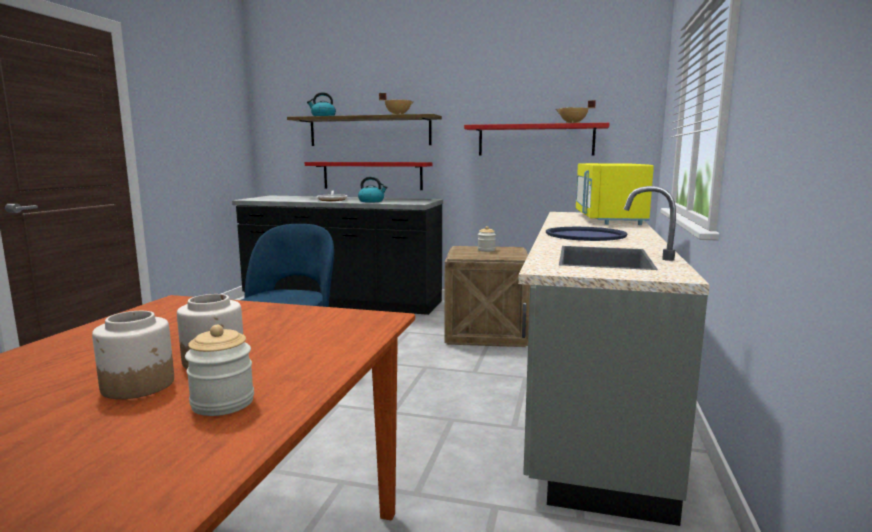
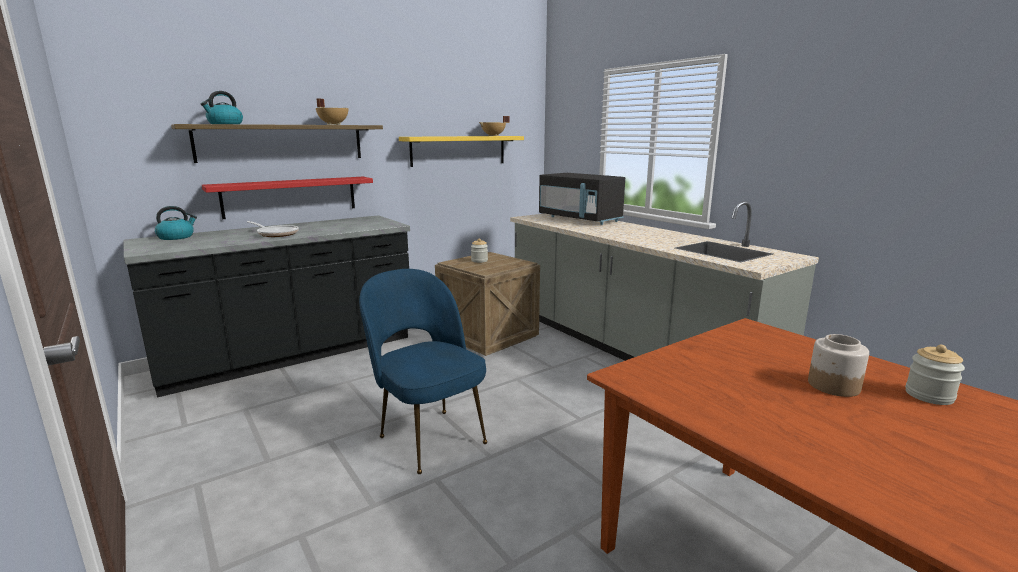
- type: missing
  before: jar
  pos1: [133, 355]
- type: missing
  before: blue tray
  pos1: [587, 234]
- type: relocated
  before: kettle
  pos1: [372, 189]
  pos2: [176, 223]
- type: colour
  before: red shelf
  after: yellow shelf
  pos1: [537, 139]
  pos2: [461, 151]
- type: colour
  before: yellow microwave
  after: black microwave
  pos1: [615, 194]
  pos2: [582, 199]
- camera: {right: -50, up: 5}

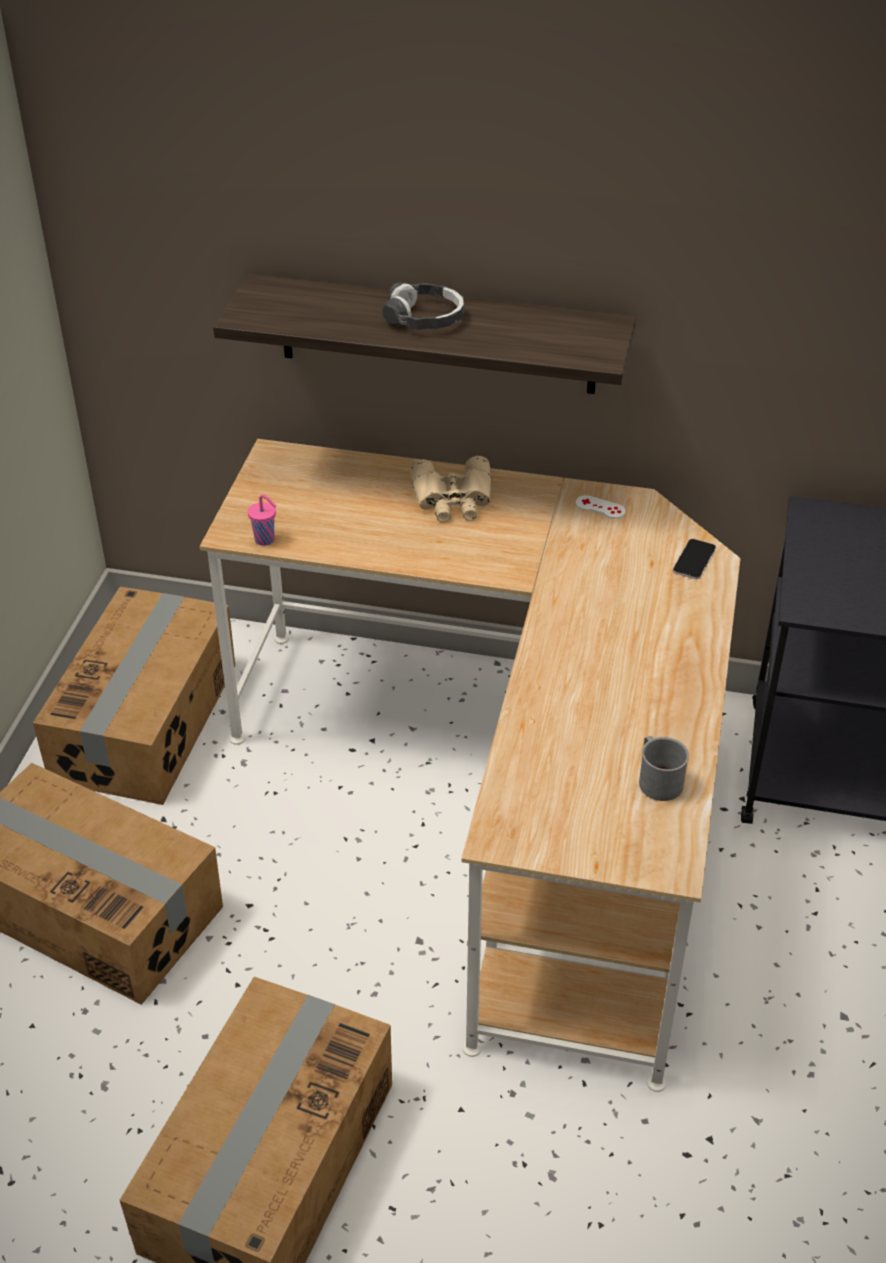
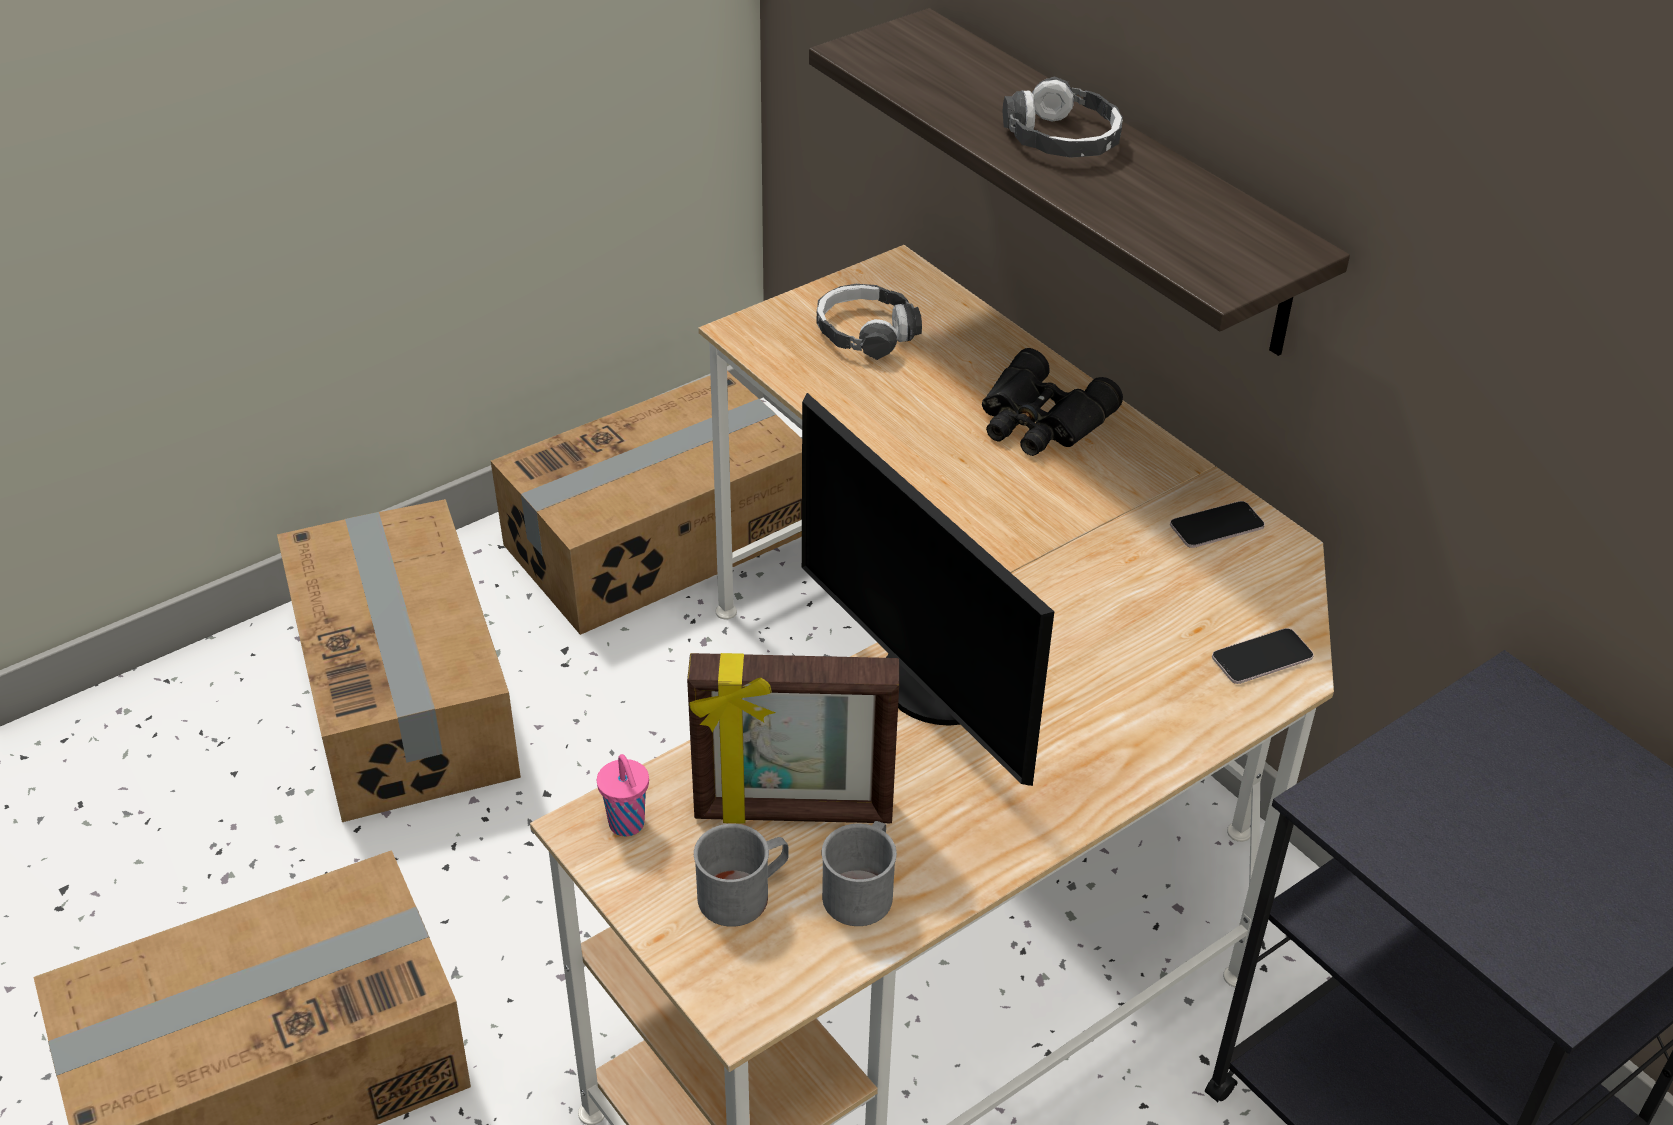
- type: appeared
  after: picture frame
  pos2: [793, 738]
- type: appeared
  after: grey mug
  pos2: [741, 875]
- type: appeared
  after: monitor
  pos2: [928, 589]
- type: appeared
  after: headphones
  pos2: [869, 322]
- type: relocated
  before: pink cup
  pos1: [262, 520]
  pos2: [623, 795]
- type: exchanged
  before: white game controller
  after: phone
  pos1: [600, 507]
  pos2: [1217, 524]
- type: colour
  before: beige binoculars
  after: black binoculars
  pos1: [450, 489]
  pos2: [1052, 402]
- camera: {right: 40, up: 0}

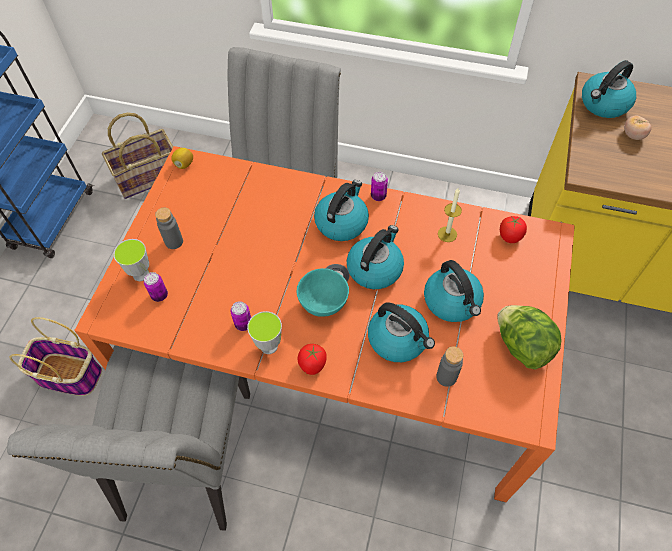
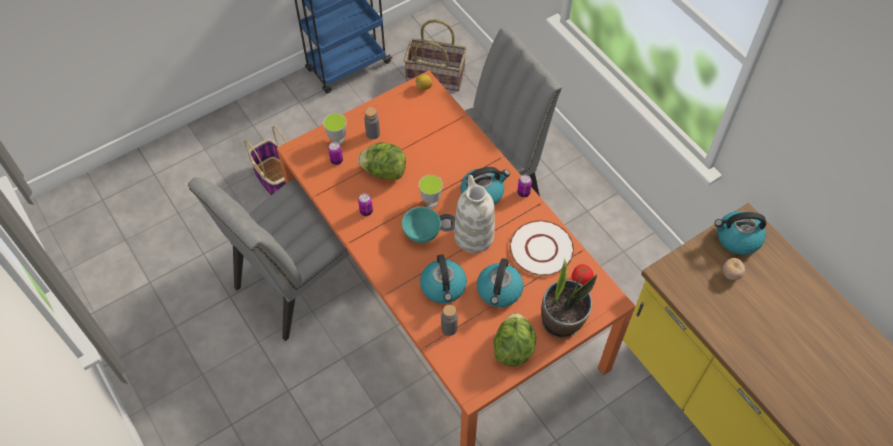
- type: missing
  before: tomato
  pos1: [312, 359]
- type: appeared
  after: lettuce
  pos2: [382, 161]
- type: appeared
  after: potted plant
  pos2: [569, 298]
- type: relocated
  before: cup
  pos1: [264, 332]
  pos2: [431, 191]
- type: exchanged
  before: kettle
  after: white vase
  pos1: [375, 257]
  pos2: [474, 214]
- type: exchanged
  before: candle
  after: white plate
  pos1: [450, 214]
  pos2: [541, 248]
- camera: {right: 40, up: 0}

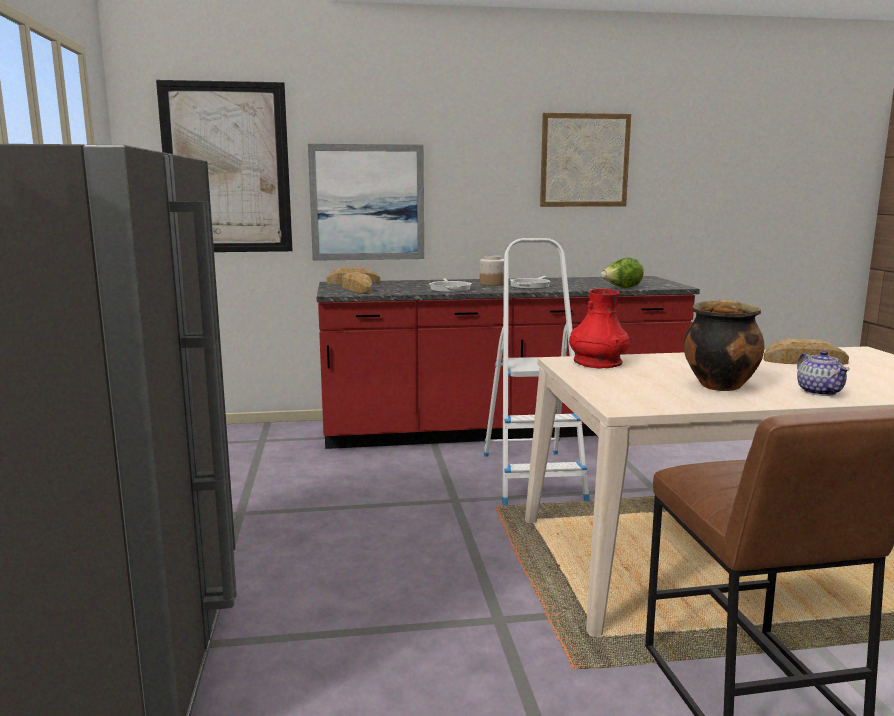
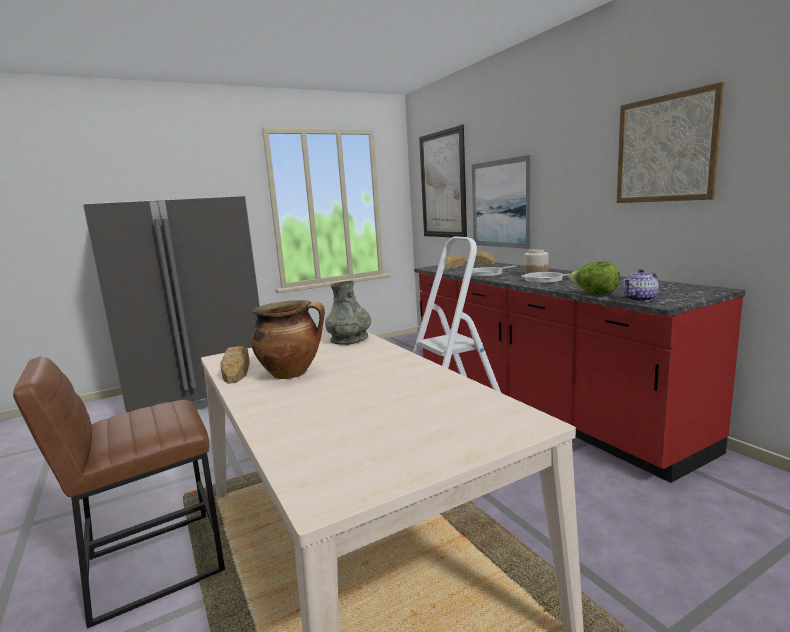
- type: relocated
  before: bread
  pos1: [806, 352]
  pos2: [235, 365]
- type: relocated
  before: teapot
  pos1: [823, 373]
  pos2: [641, 285]
- type: colour
  before: red vase
  after: grey vase
  pos1: [599, 328]
  pos2: [348, 313]
- camera: {right: 70, up: 0}

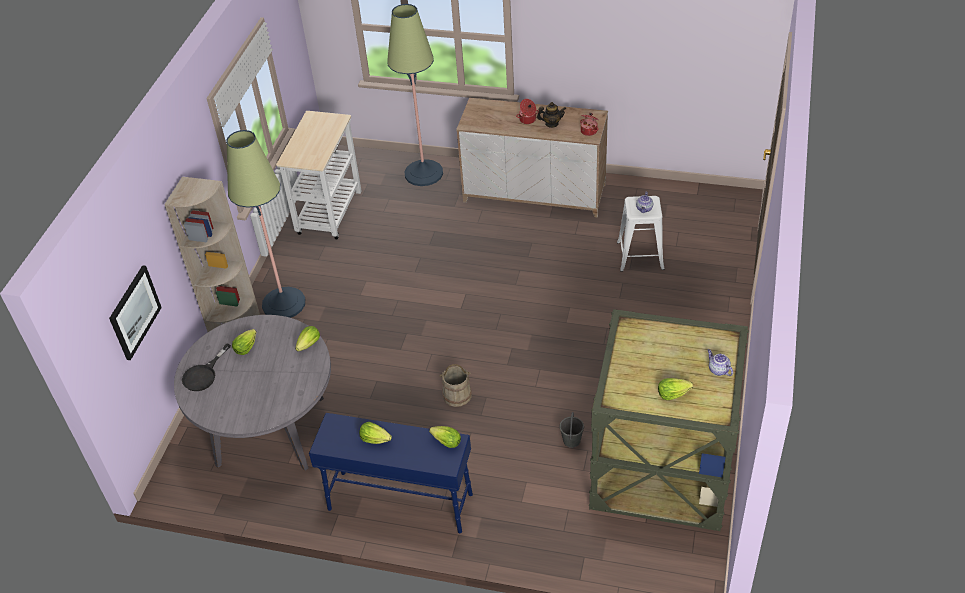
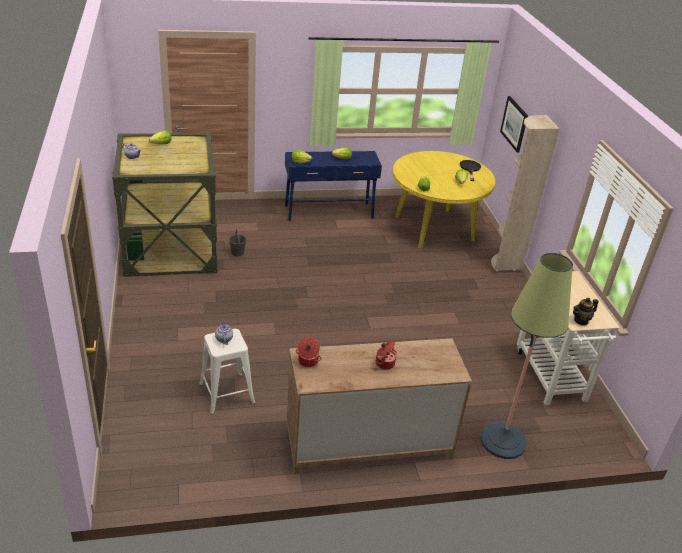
- type: missing
  before: floor lamp
  pos1: [265, 224]
- type: missing
  before: beige bucket
  pos1: [455, 385]
- type: relocated
  before: teapot
  pos1: [551, 115]
  pos2: [585, 311]
- type: colour
  before: grey dining table
  after: yellow dining table
  pos1: [252, 393]
  pos2: [443, 200]
- camera: {right: 150, up: -10}

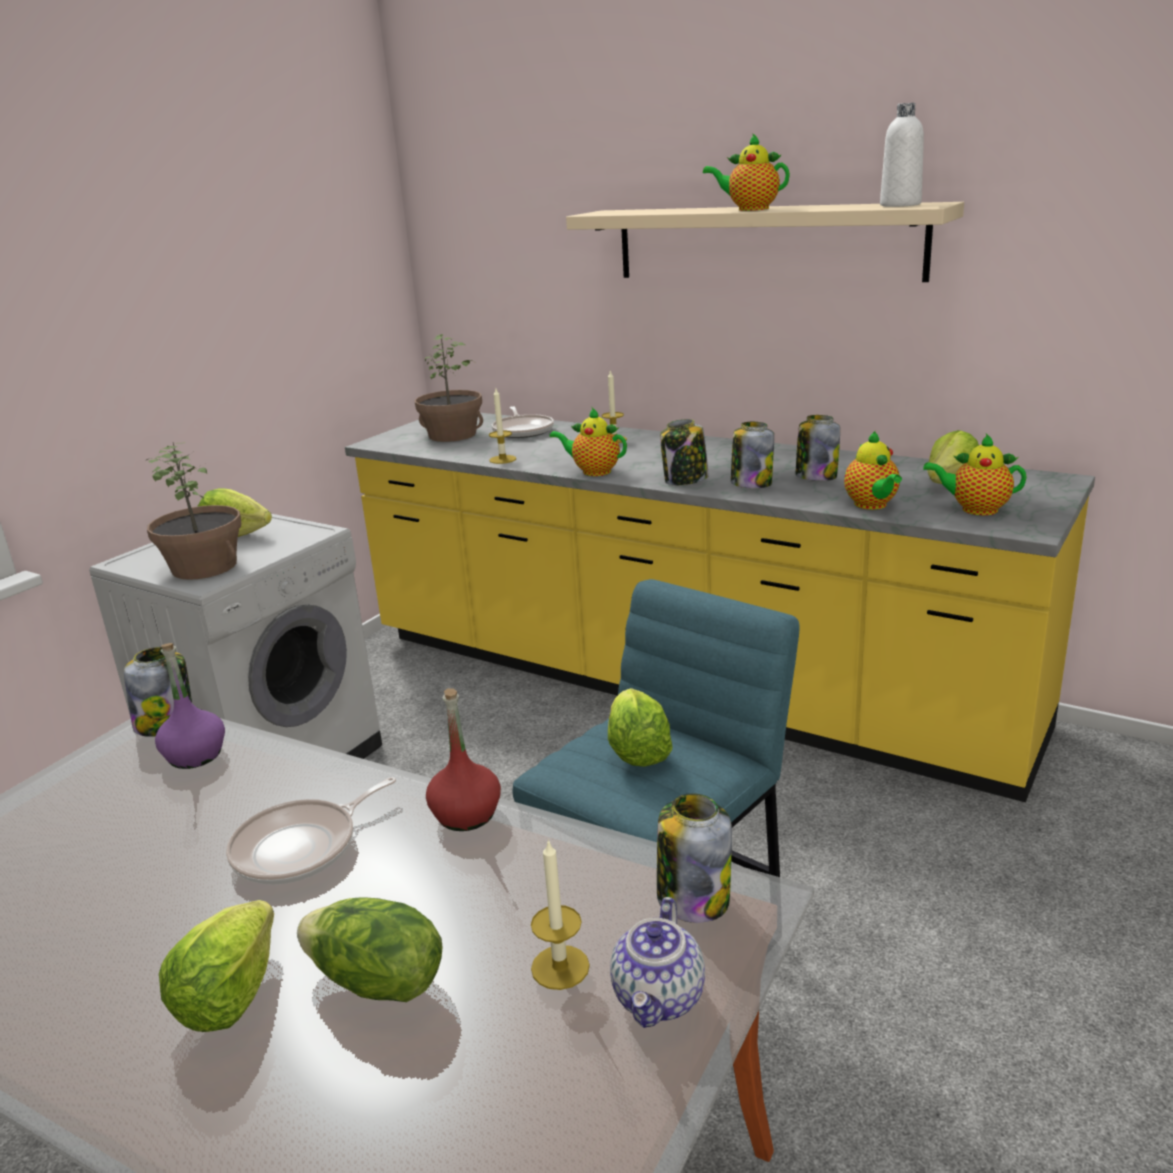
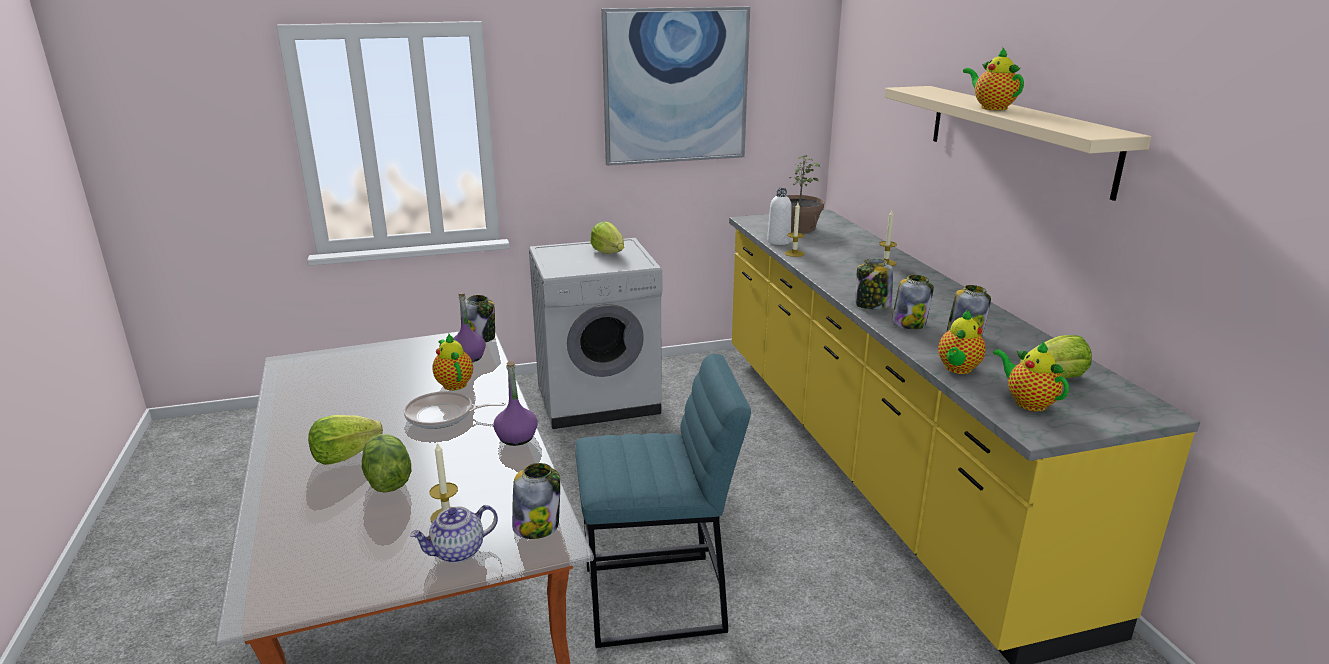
- type: missing
  before: potted plant
  pos1: [193, 511]
- type: missing
  before: frying pan
  pos1: [522, 422]
- type: missing
  before: lettuce
  pos1: [640, 727]
- type: appeared
  after: picture
  pos2: [675, 86]
- type: relocated
  before: teapot
  pos1: [588, 442]
  pos2: [452, 362]
- type: relocated
  before: white bottle
  pos1: [902, 155]
  pos2: [779, 216]
- type: colour
  before: red bottle
  after: purple bottle
  pos1: [463, 759]
  pos2: [515, 403]
- camera: {right: 40, up: 0}

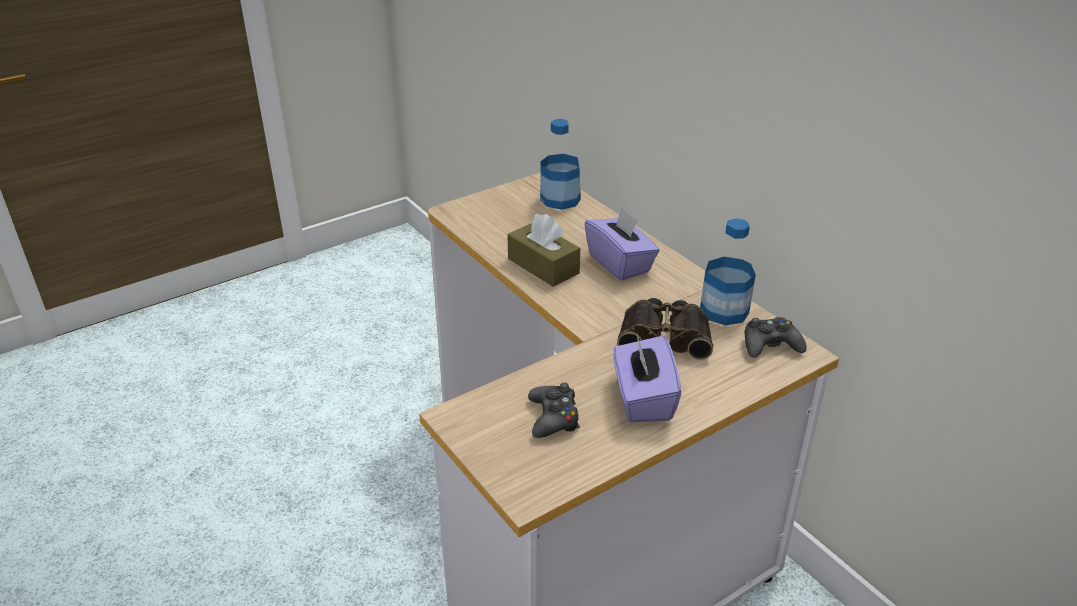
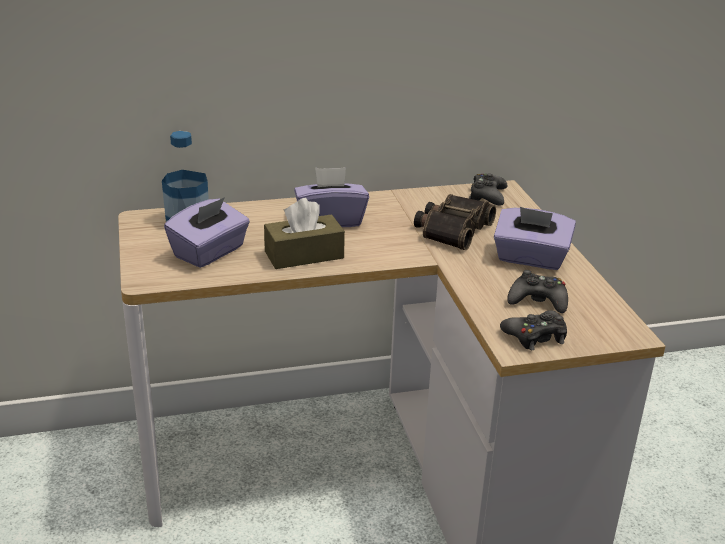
- type: missing
  before: bottle
  pos1: [728, 271]
- type: appeared
  after: purple tissue box
  pos2: [207, 232]
- type: appeared
  after: black game controller
  pos2: [533, 330]
- camera: {right: -70, up: -5}

